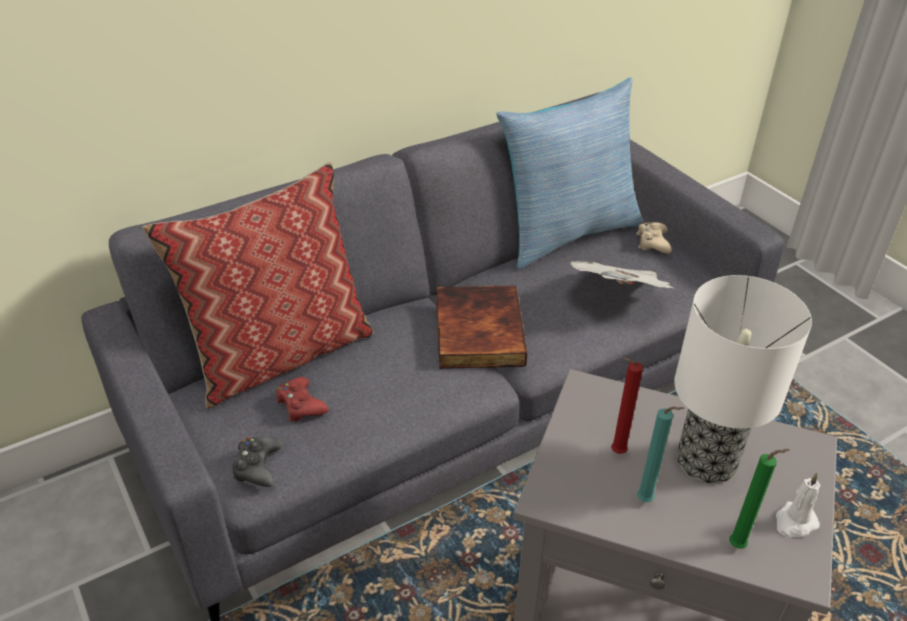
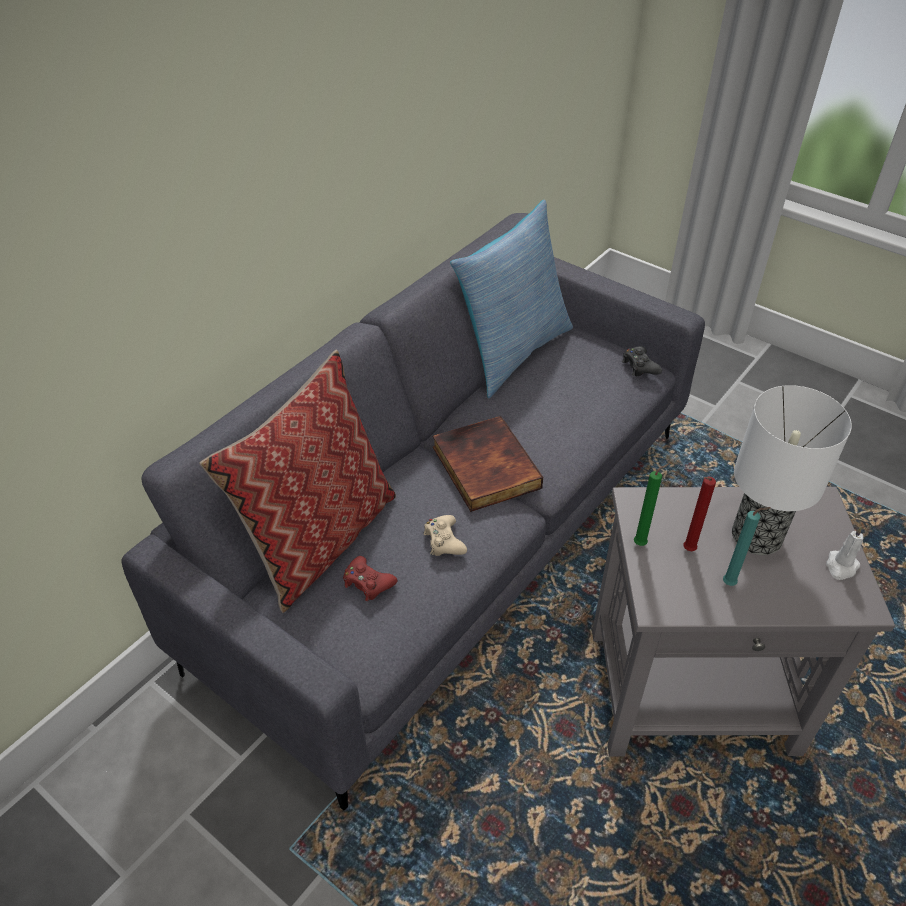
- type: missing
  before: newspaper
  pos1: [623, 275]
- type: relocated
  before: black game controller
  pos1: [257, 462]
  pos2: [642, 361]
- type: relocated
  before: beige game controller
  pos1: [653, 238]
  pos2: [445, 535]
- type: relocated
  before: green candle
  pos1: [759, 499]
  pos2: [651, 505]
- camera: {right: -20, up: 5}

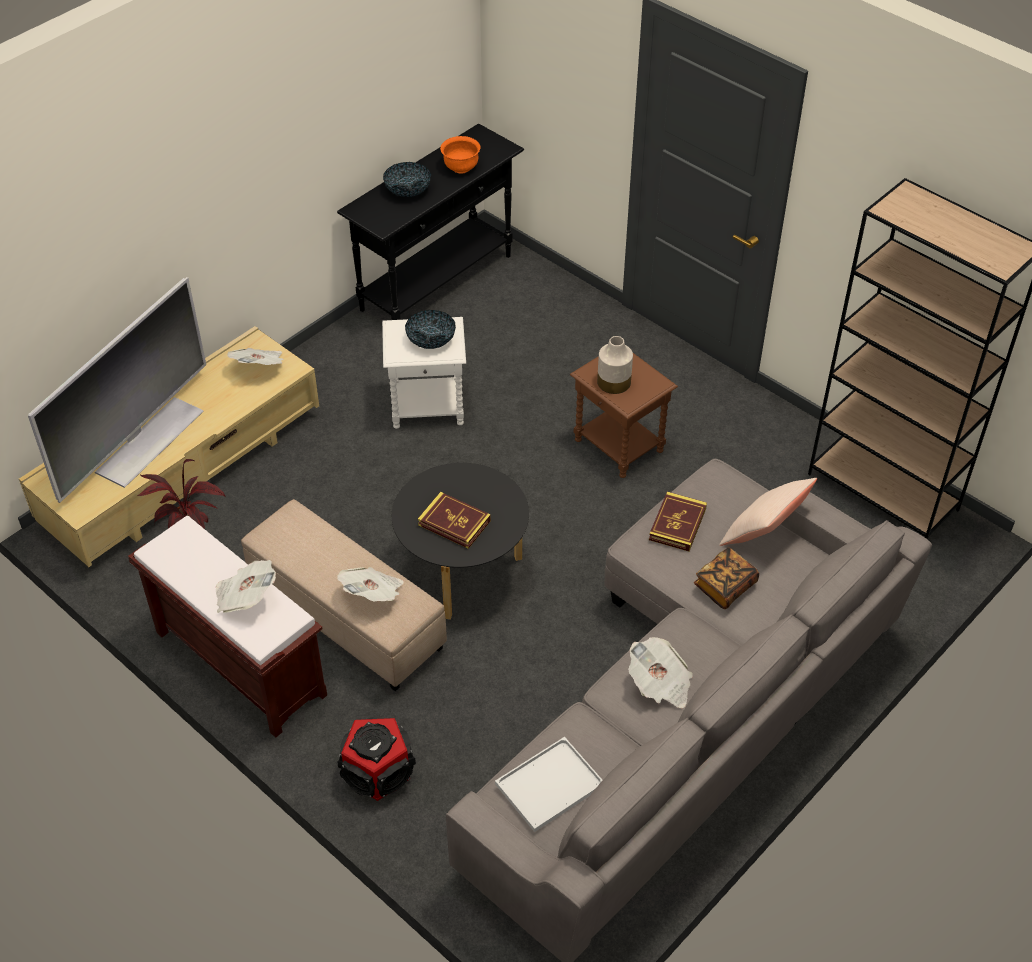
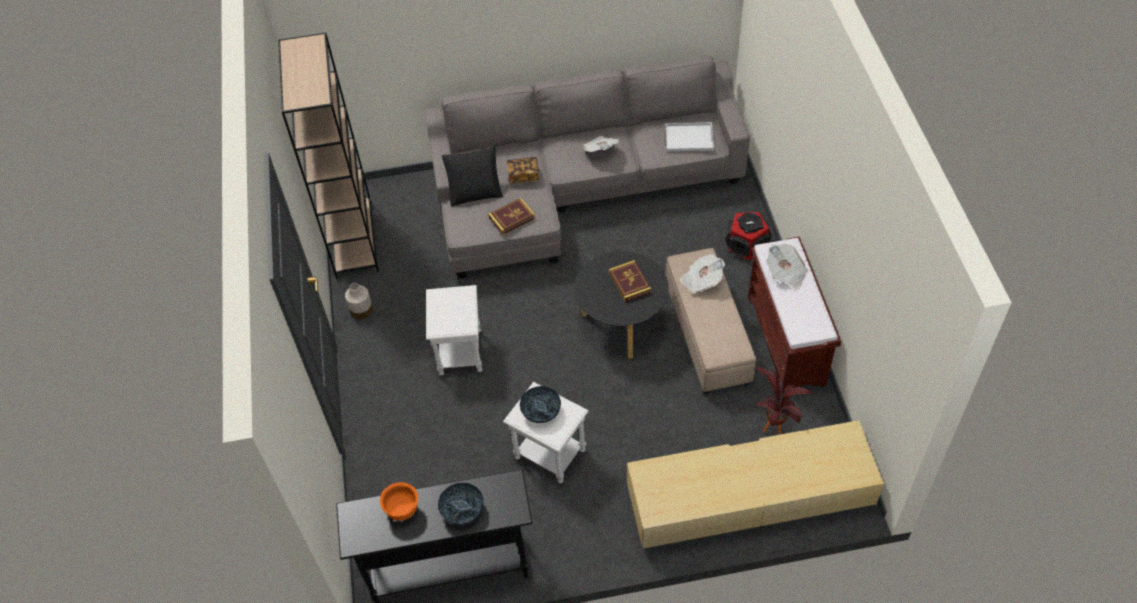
- type: missing
  before: television
  pos1: [117, 390]
- type: missing
  before: newspaper
  pos1: [255, 356]
- type: relocated
  before: beige vase
  pos1: [615, 365]
  pos2: [359, 301]
- type: colour
  before: brown side table
  after: white side table
  pos1: [624, 415]
  pos2: [454, 330]
- type: colour
  before: beige pillow
  after: black pillow
  pos1: [768, 512]
  pos2: [472, 176]
- camera: {right: -140, up: 5}

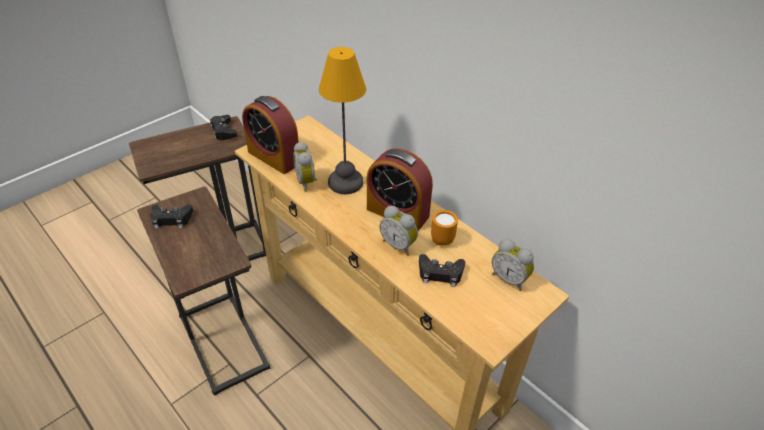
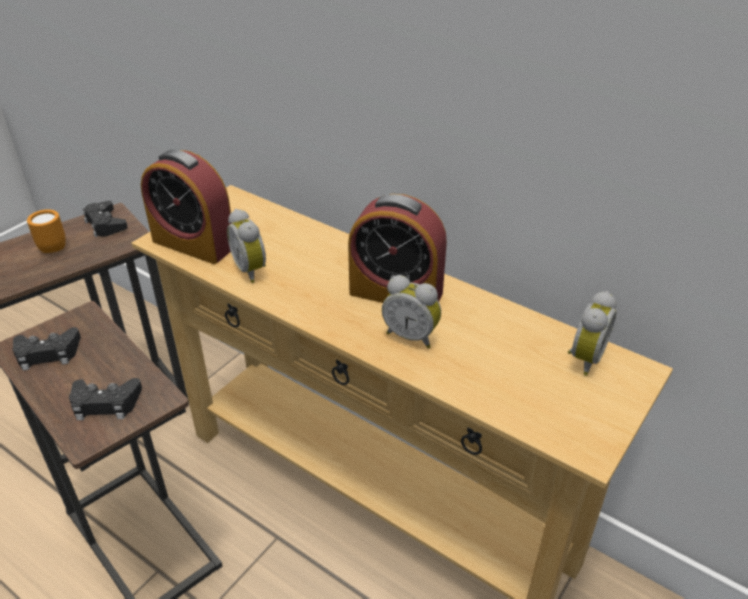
- type: missing
  before: table lamp
  pos1: [342, 120]
- type: relocated
  before: black game controller
  pos1: [442, 270]
  pos2: [105, 399]
- type: relocated
  before: orange mug
  pos1: [444, 227]
  pos2: [46, 231]
- type: spun
  before: alarm clock
  pos1: [513, 265]
  pos2: [592, 333]
  turn: -90
- camera: {right: -10, up: -5}

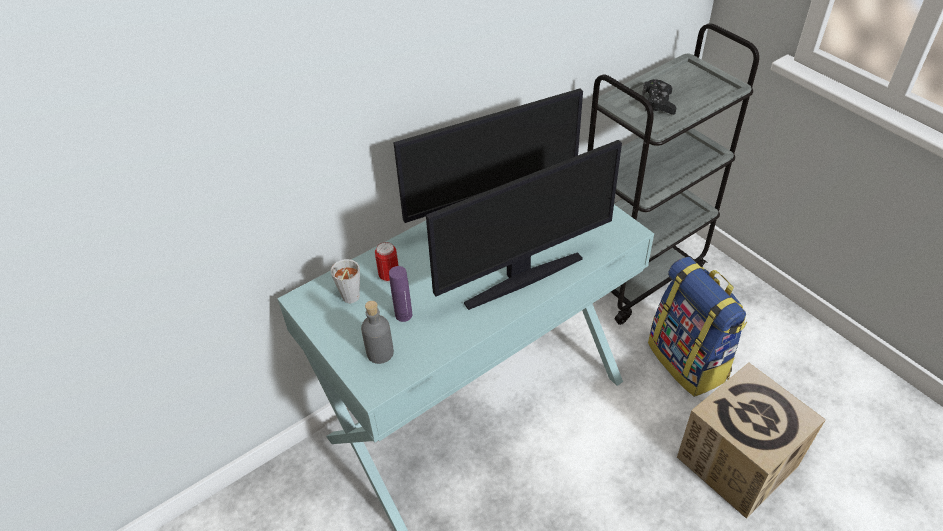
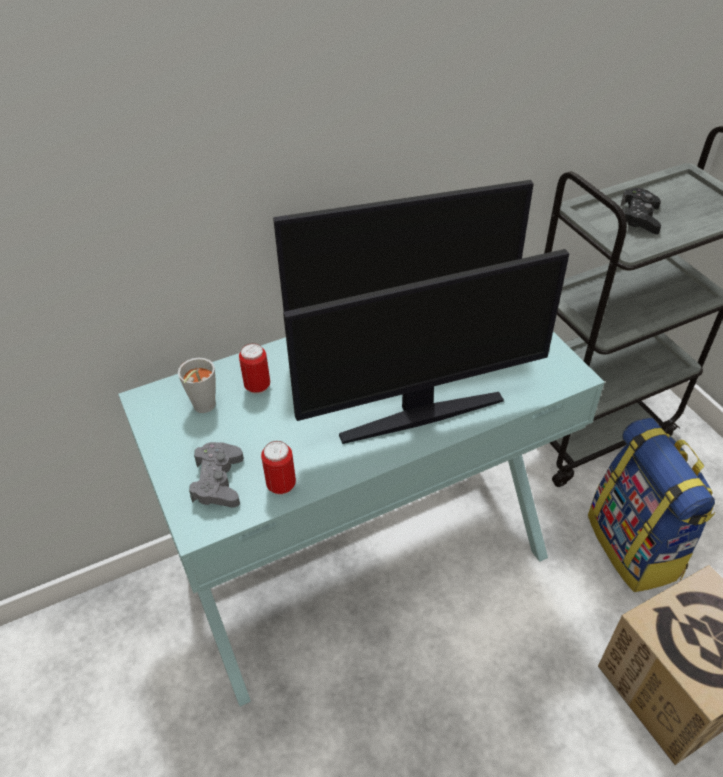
- type: missing
  before: purple bottle
  pos1: [400, 294]
- type: appeared
  after: can
  pos2: [278, 468]
- type: exchanged
  before: grey bottle
  after: grey game controller
  pos1: [377, 332]
  pos2: [216, 475]
- camera: {right: 10, up: 0}

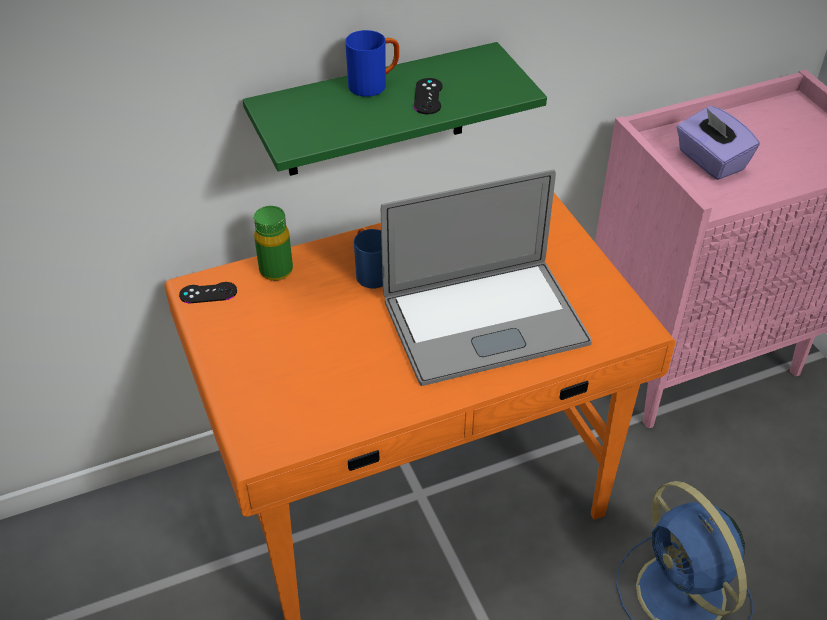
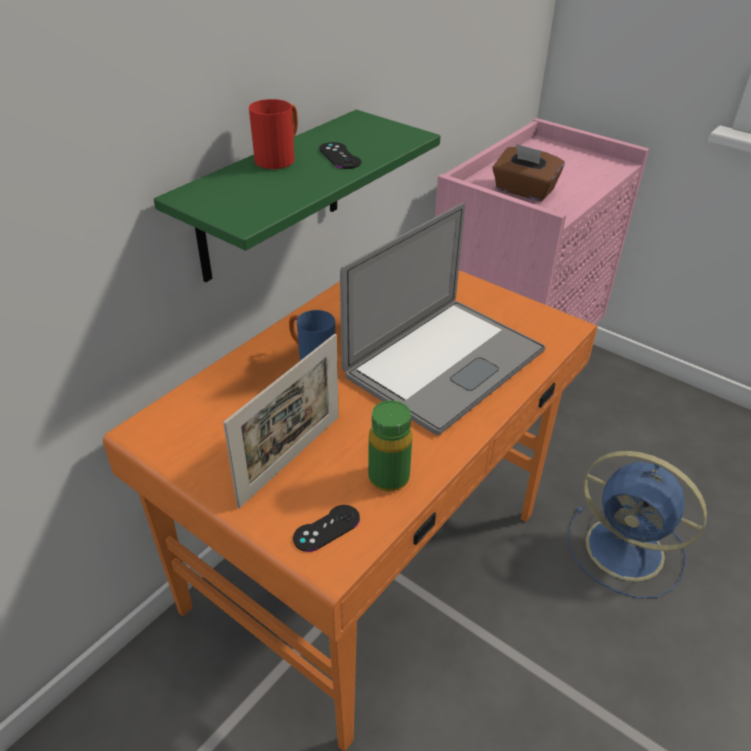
- type: appeared
  after: picture frame
  pos2: [281, 421]
- type: relocated
  before: black game controller
  pos1: [208, 292]
  pos2: [326, 528]
- type: relocated
  before: green bottle
  pos1: [273, 243]
  pos2: [390, 446]
- type: colour
  before: blue mug
  after: red mug
  pos1: [372, 63]
  pos2: [273, 134]
- type: colour
  before: purple tissue box
  after: brown tissue box
  pos1: [718, 143]
  pos2: [528, 172]
- camera: {right: -30, up: -5}

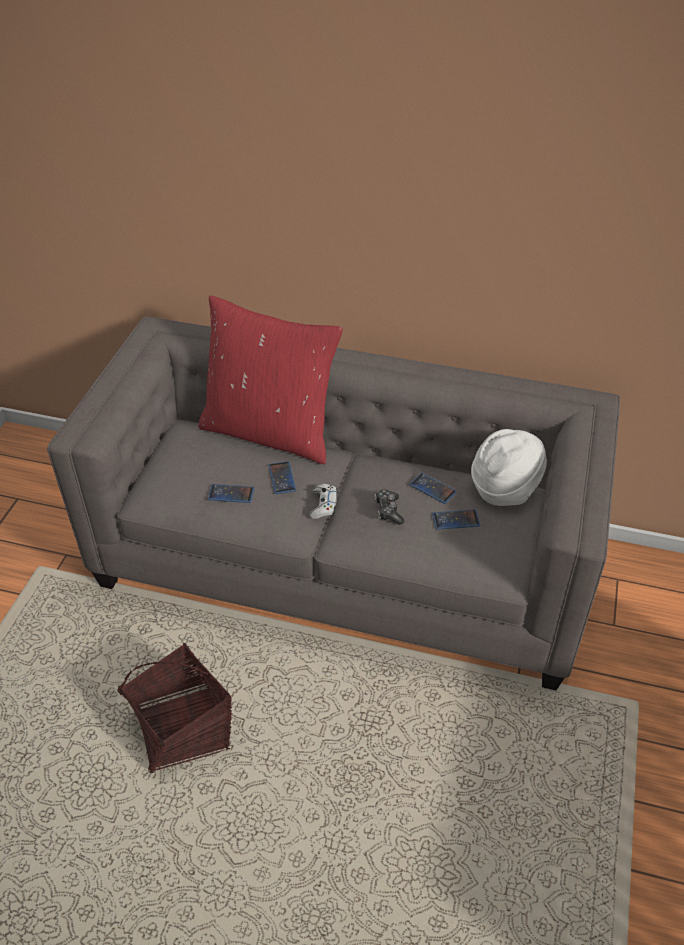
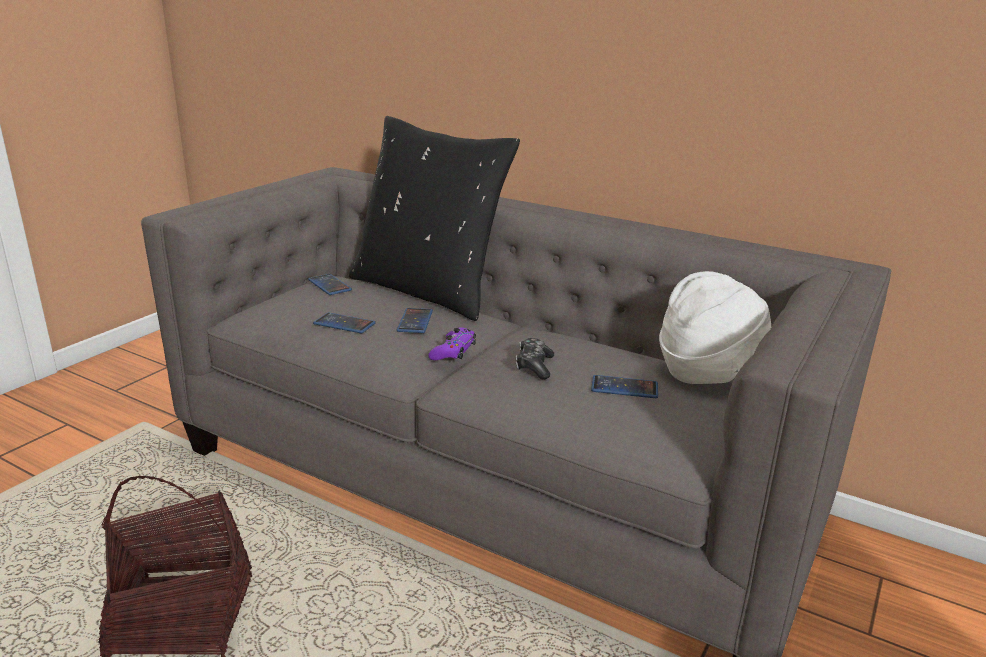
- type: relocated
  before: phone
  pos1: [433, 488]
  pos2: [330, 284]
- type: colour
  before: red pillow
  after: black pillow
  pos1: [270, 379]
  pos2: [434, 218]
- type: colour
  before: white game controller
  after: purple game controller
  pos1: [324, 501]
  pos2: [452, 343]
- camera: {right: 15, up: -20}

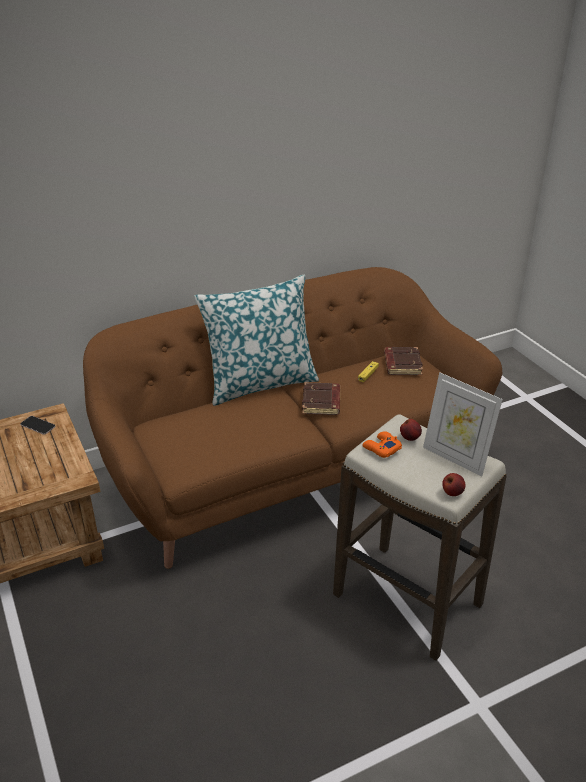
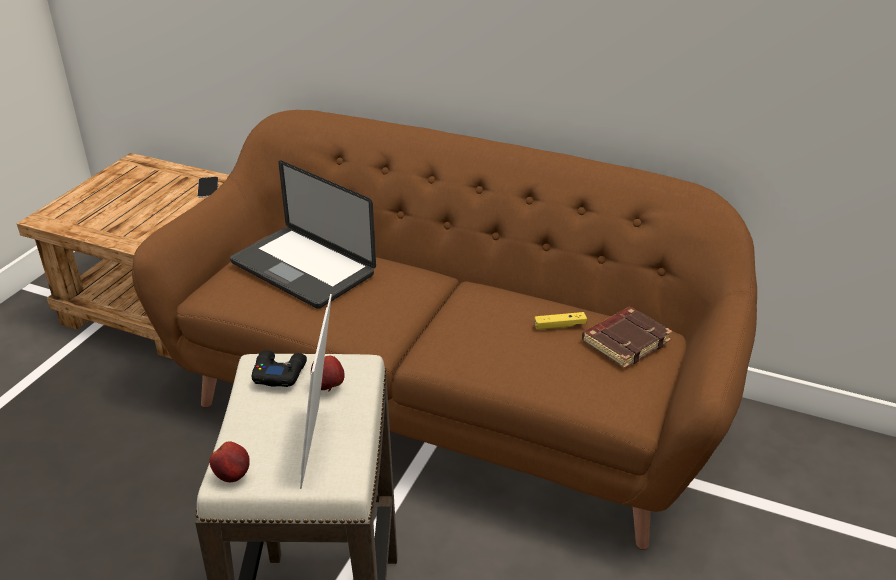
- type: missing
  before: pillow
  pos1: [256, 340]
- type: missing
  before: brown book
  pos1: [321, 398]
- type: appeared
  after: laptop
  pos2: [303, 234]
- type: colour
  before: orange game controller
  after: black game controller
  pos1: [382, 444]
  pos2: [279, 368]
- camera: {right: 50, up: 0}

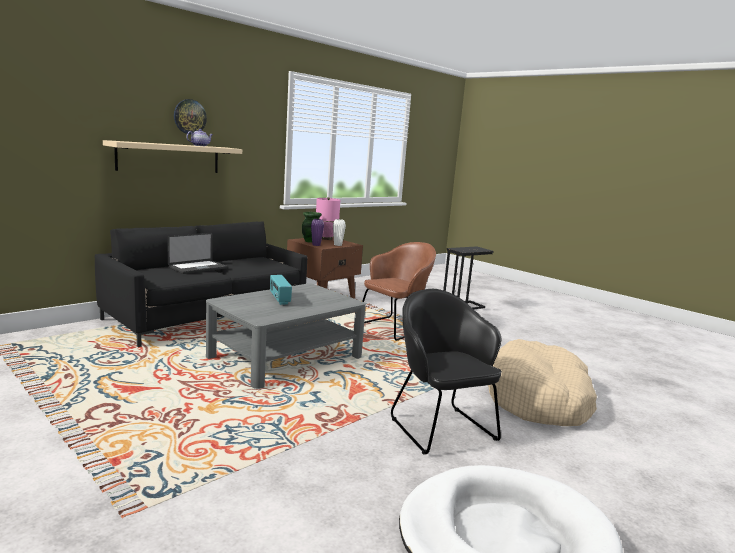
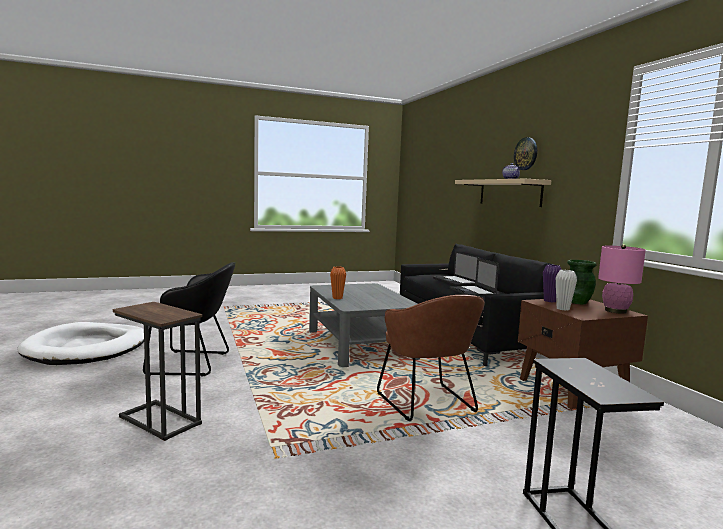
- type: missing
  before: radio
  pos1: [281, 290]
- type: appeared
  after: orange vase
  pos2: [338, 282]
- type: appeared
  after: laptop
  pos2: [474, 276]
- type: exchanged
  before: beige dog bed
  after: brown side table
  pos1: [542, 382]
  pos2: [157, 371]
- camera: {right: 115, up: -5}

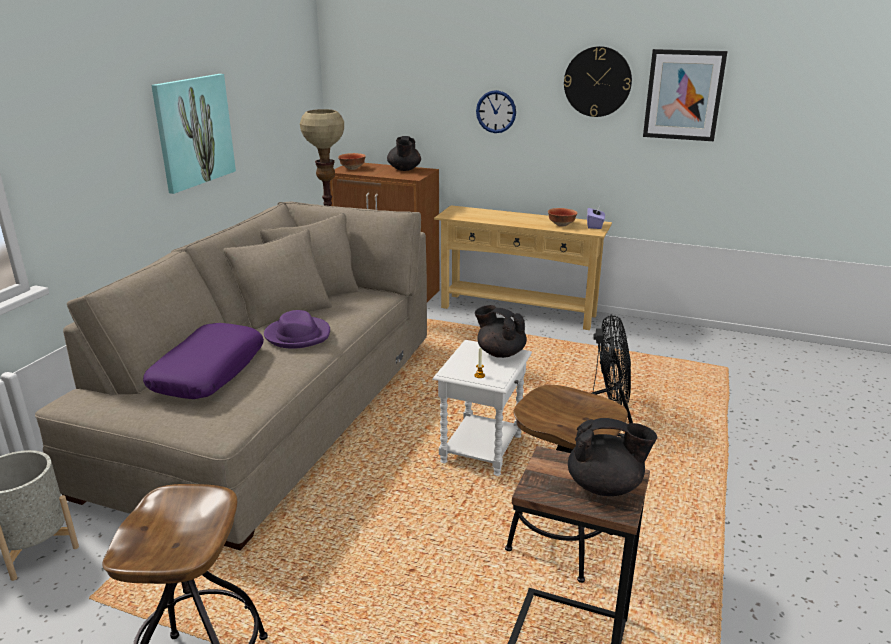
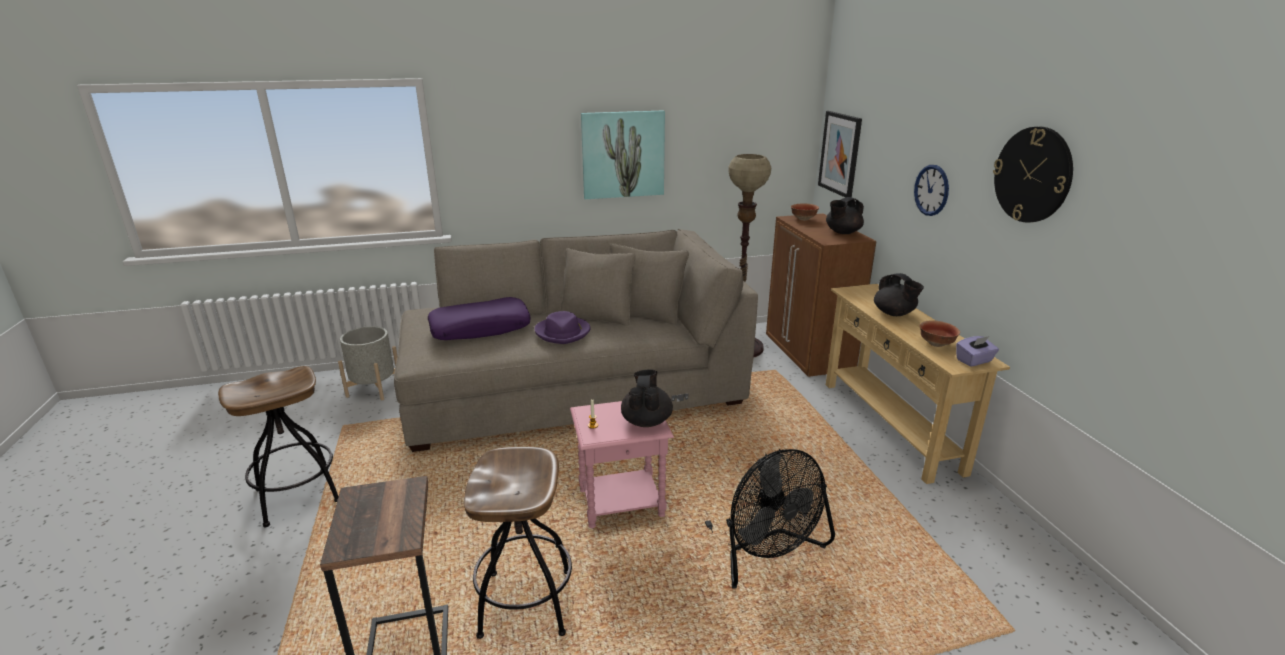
- type: relocated
  before: black teapot
  pos1: [612, 457]
  pos2: [899, 294]
- type: relocated
  before: picture
  pos1: [685, 95]
  pos2: [840, 154]
- type: colour
  before: white side table
  after: pink side table
  pos1: [482, 408]
  pos2: [622, 464]
- camera: {right: 55, up: 0}

